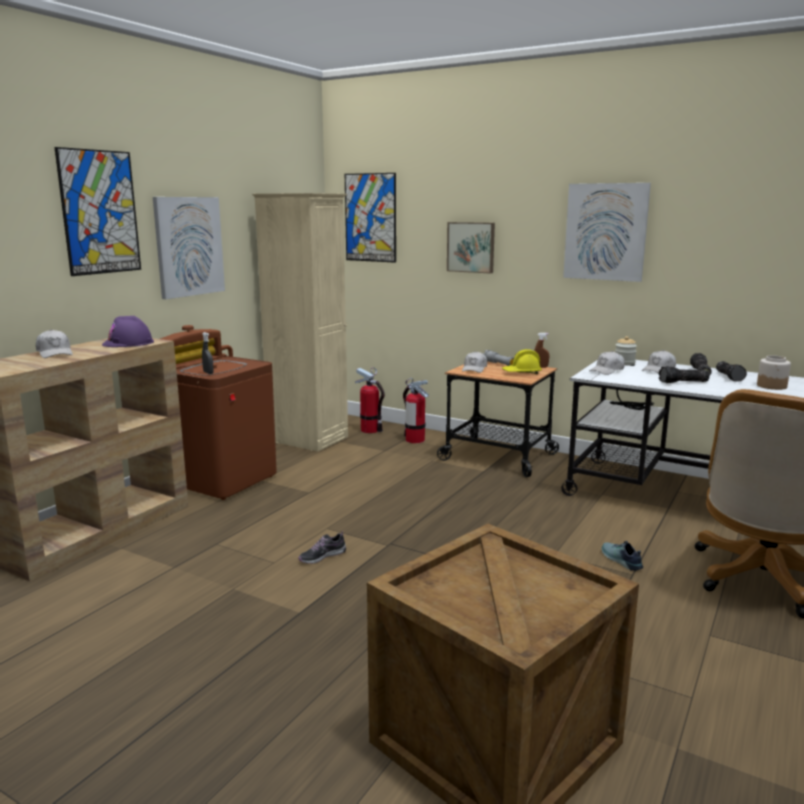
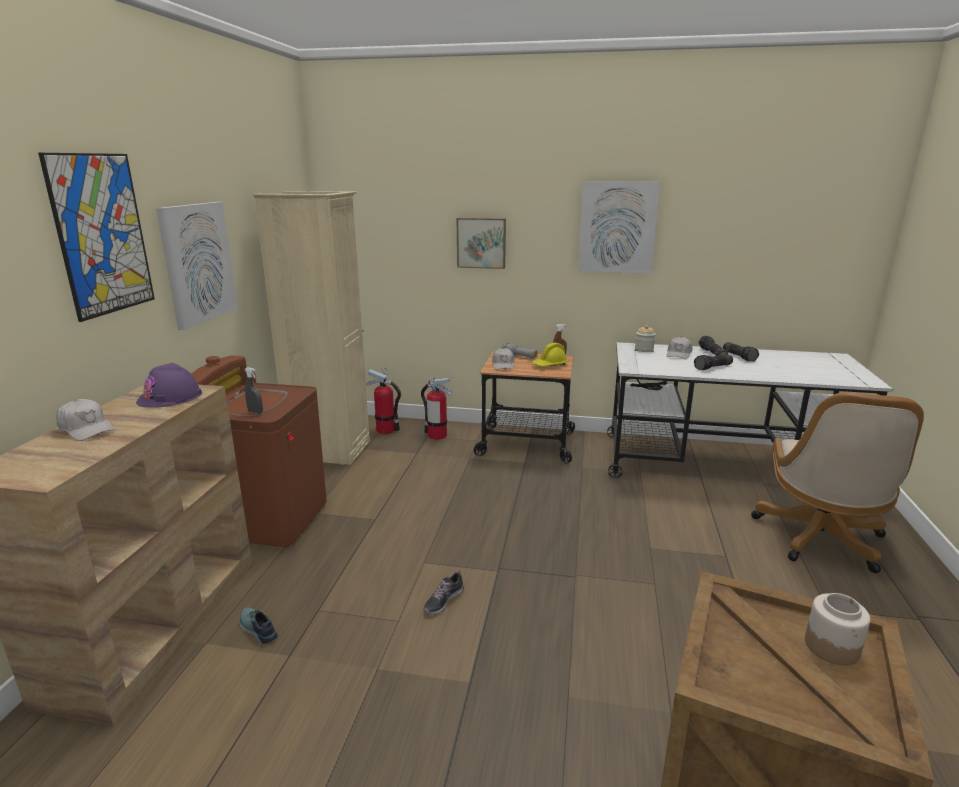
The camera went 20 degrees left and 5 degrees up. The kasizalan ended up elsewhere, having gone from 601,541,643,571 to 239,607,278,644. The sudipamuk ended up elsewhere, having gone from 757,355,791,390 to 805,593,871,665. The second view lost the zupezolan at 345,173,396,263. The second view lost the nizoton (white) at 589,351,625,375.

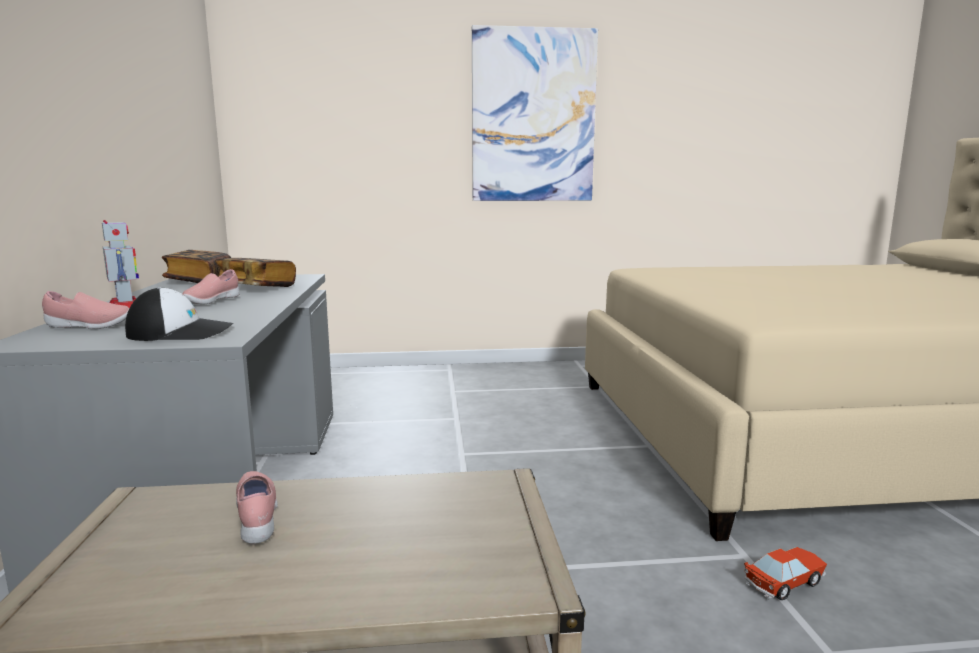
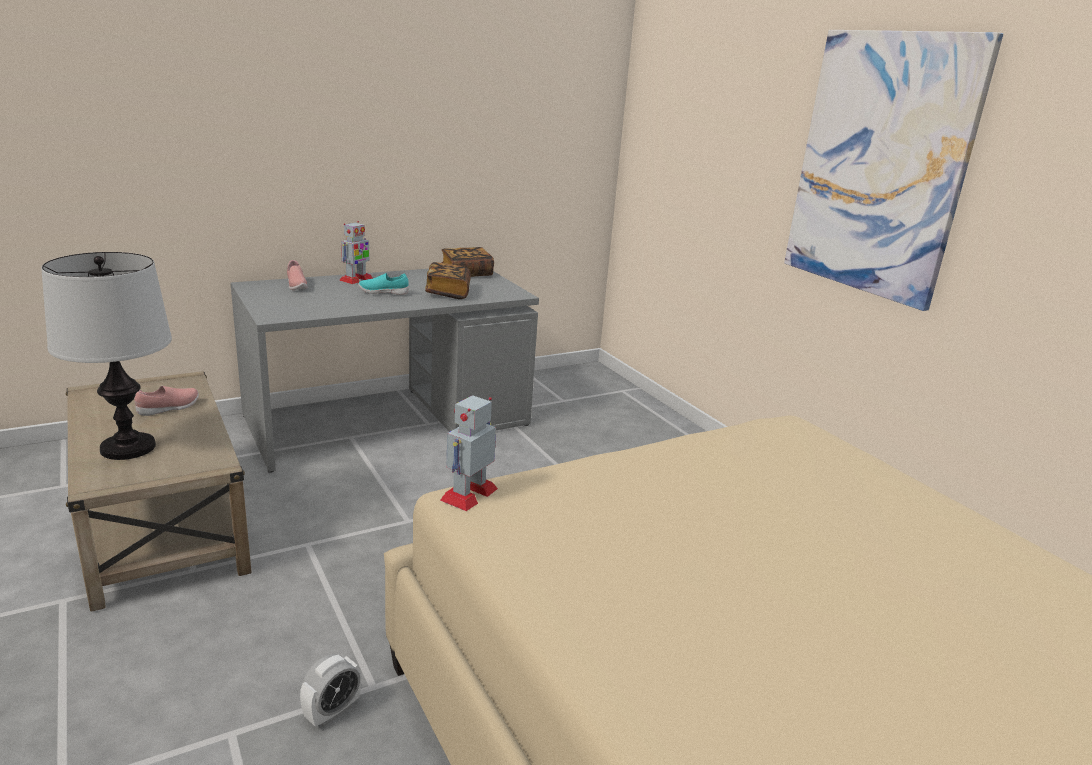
The camera went 65 degrees right and 10 degrees up. The second view gained the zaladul at 41,252,172,460. Where the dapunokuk stood at 744,547,827,600, the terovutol came to stand at 300,654,361,727. What was the kasizalan (pink) at 182,269,239,304 turned into the kasizalan (turquoise) at 358,273,409,295. The second view gained the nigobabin at 440,395,498,511. The second view lost the nizoton at 125,287,233,341.

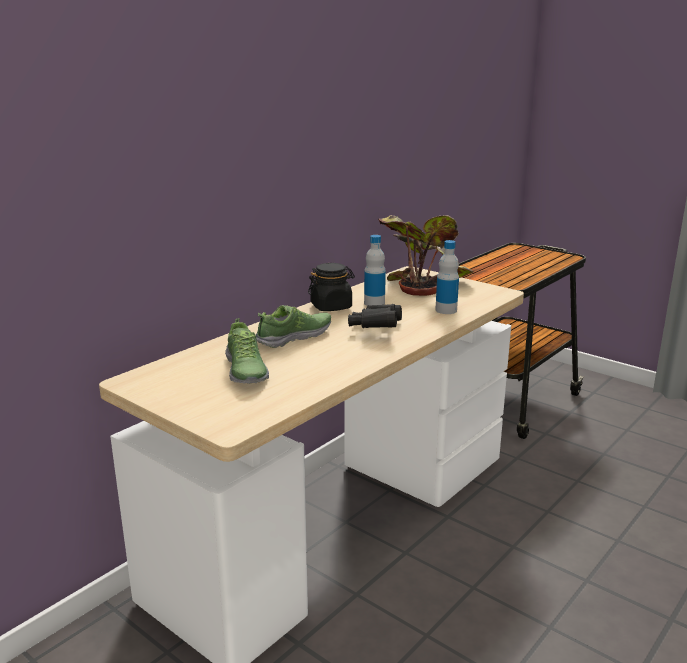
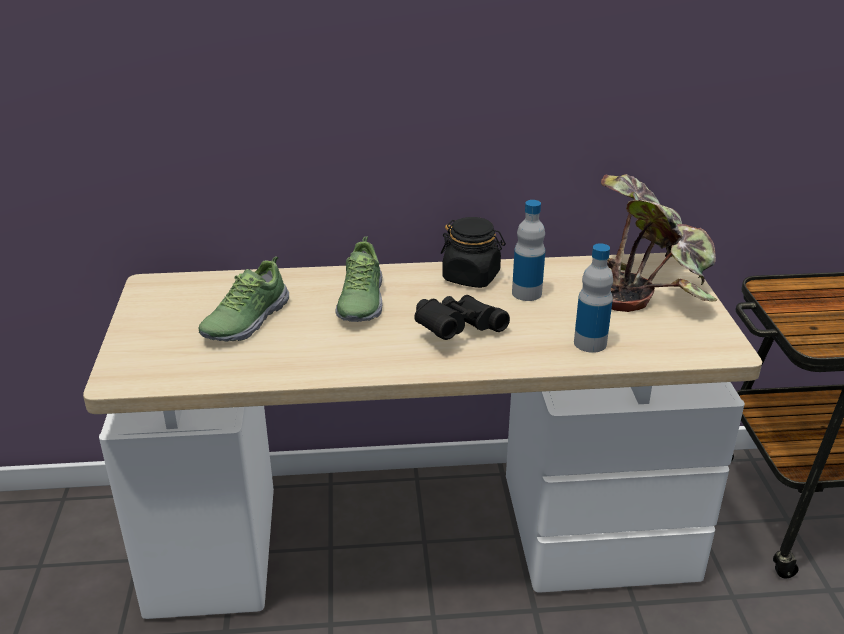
The camera went 45 degrees right and 10 degrees up. The kasizalan at 256,305,331,348 ended up facing another way, 90 degrees clockwise from before.

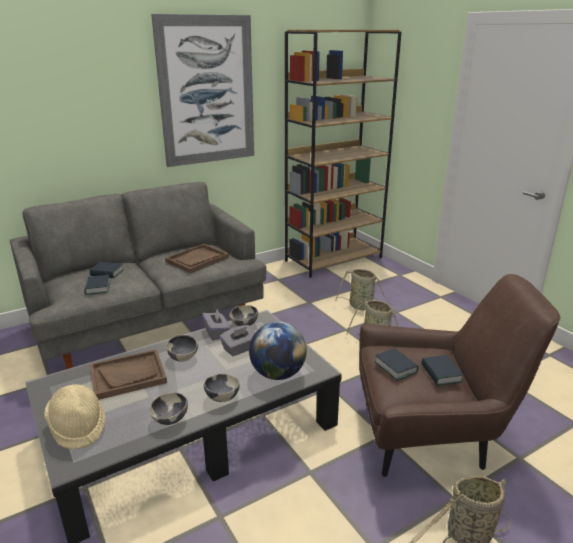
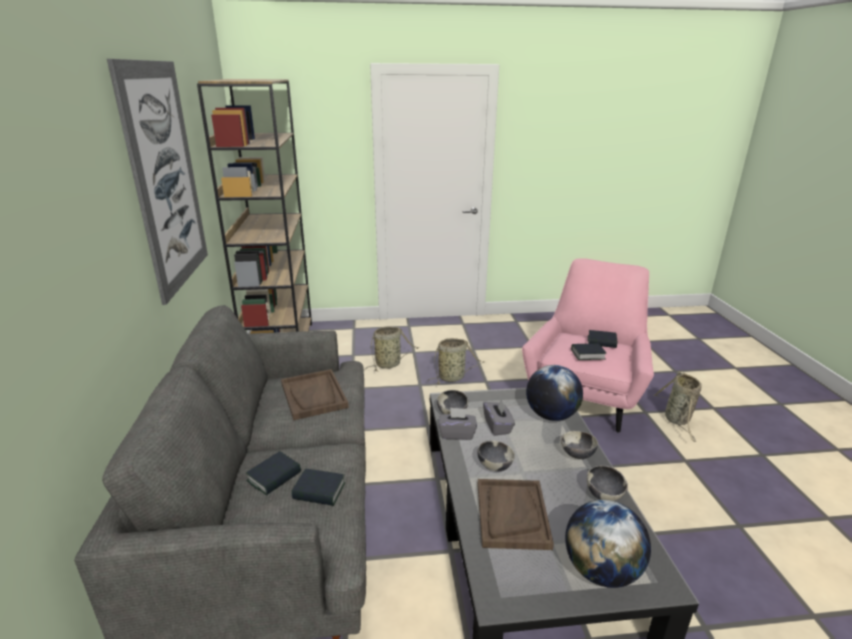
The camera went 65 degrees left and 0 degrees up. What was the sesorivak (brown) at 359,274,560,477 turned into the sesorivak (pink) at 522,258,654,433. Where the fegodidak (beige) stood at 44,384,106,450, the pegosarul came to stand at 565,500,651,588.

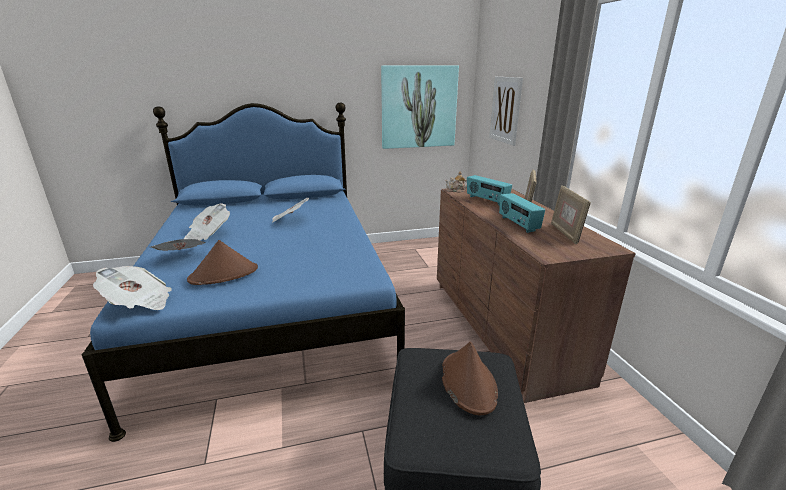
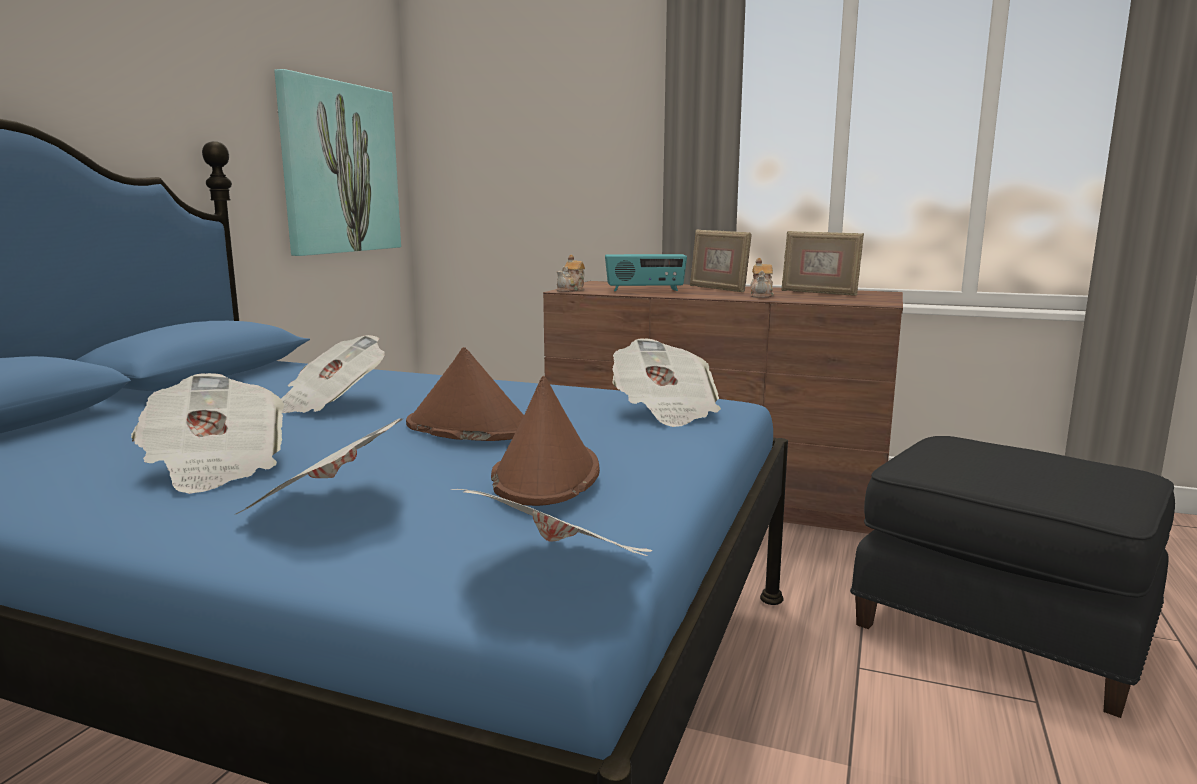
The camera went 55 degrees left and 10 degrees down. The fegodidak (brown) ended up elsewhere, having gone from 442,341,498,416 to 406,347,524,441. The second view gained the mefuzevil at 612,339,721,427. Where the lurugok stood at 499,193,545,233, the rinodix came to stand at 751,258,774,298. The second view lost the zupezolan at 489,77,523,146.

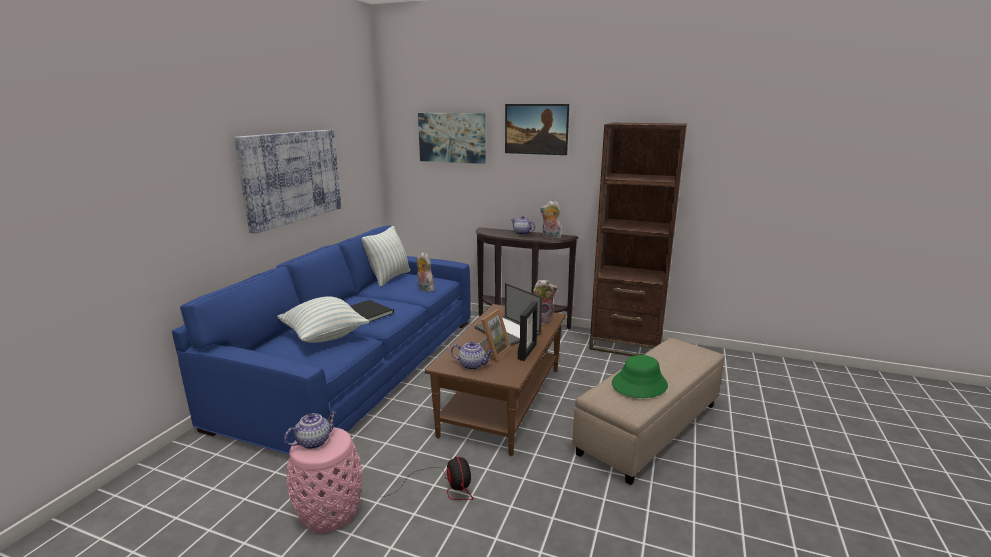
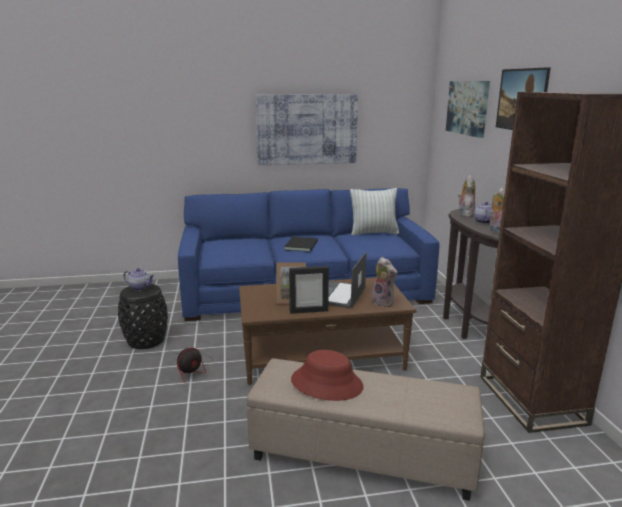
The camera went 60 degrees right and 0 degrees up. What was the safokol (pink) at 287,427,362,533 turned into the safokol (black) at 118,284,168,349. What was the fegodidak (green) at 612,355,668,398 turned into the fegodidak (red) at 291,350,364,401. The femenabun ended up elsewhere, having gone from 417,253,435,292 to 458,175,475,217. The second view lost the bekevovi at 277,297,369,342. The second view lost the rinodix at 451,342,494,370.

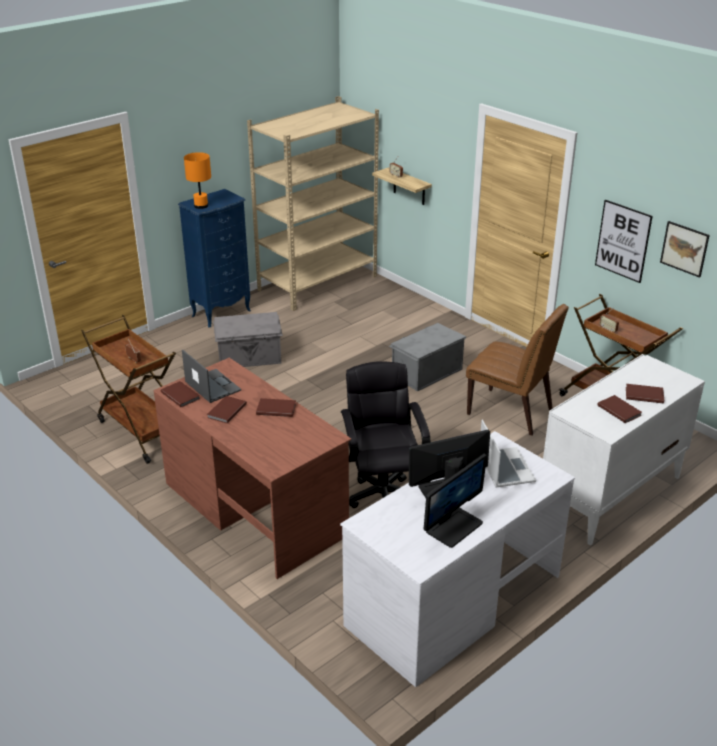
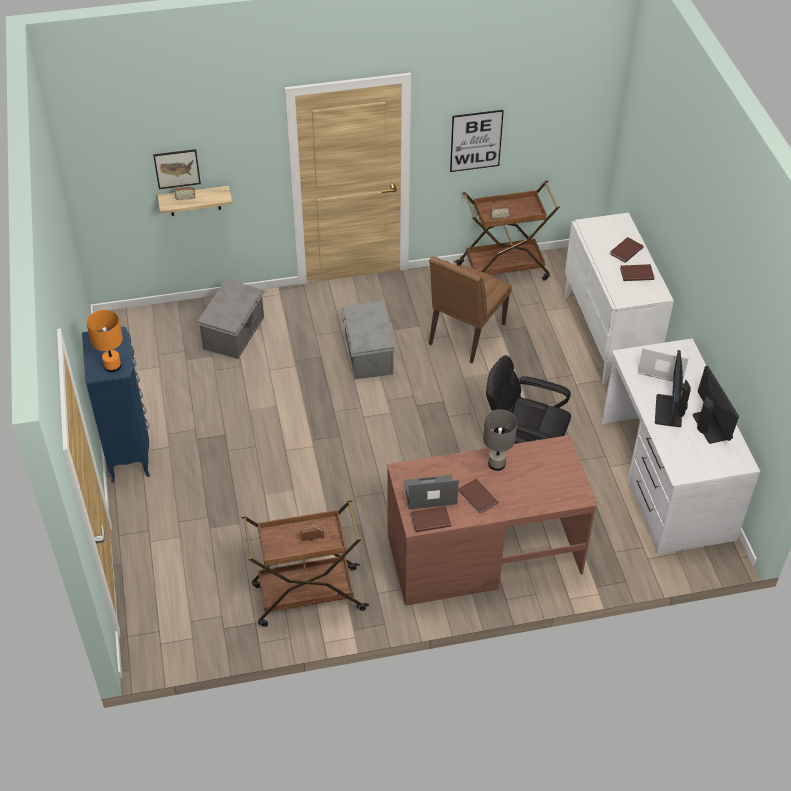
The camera went 60 degrees left and 15 degrees up. The zupezolan ended up elsewhere, having gone from 660,221,710,278 to 153,149,201,189. The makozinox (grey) ended up elsewhere, having gone from 213,312,283,367 to 197,279,265,359. The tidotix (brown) at 466,304,569,436 ended up facing another way, 150 degrees clockwise from before. Where the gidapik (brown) stood at 256,398,296,417, the zaladul (grey) came to stand at 483,409,517,471. The second view lost the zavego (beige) at 247,96,379,311.

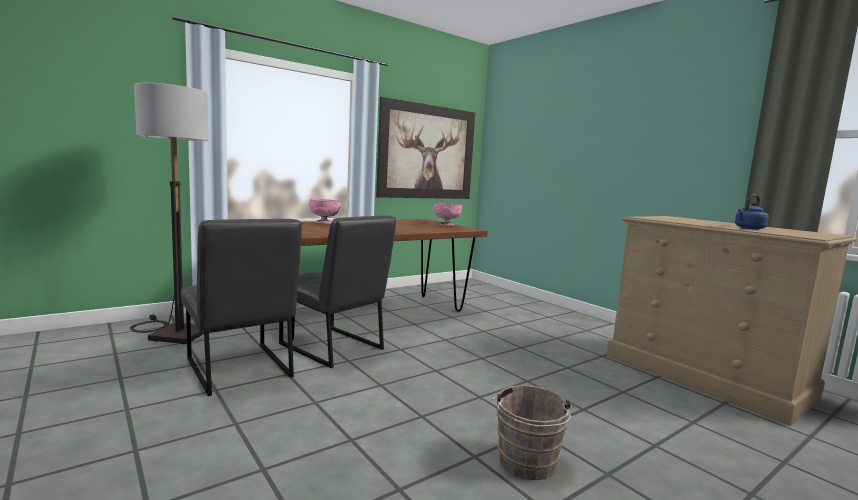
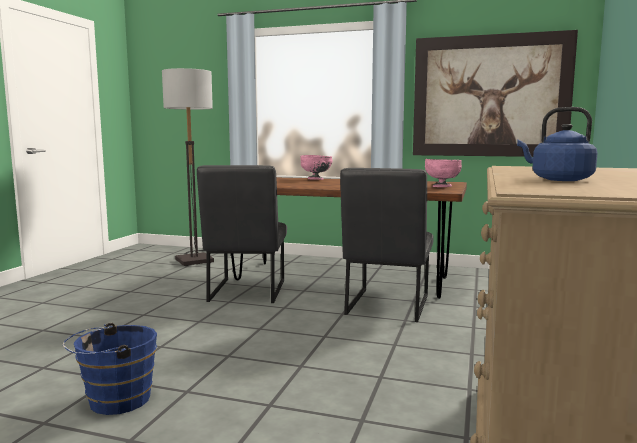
The camera went 55 degrees right and 0 degrees up. What was the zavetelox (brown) at 492,385,574,480 turned into the zavetelox (blue) at 63,323,157,415. The tidotix (grey) ended up elsewhere, having gone from 181,219,302,396 to 340,168,434,322.

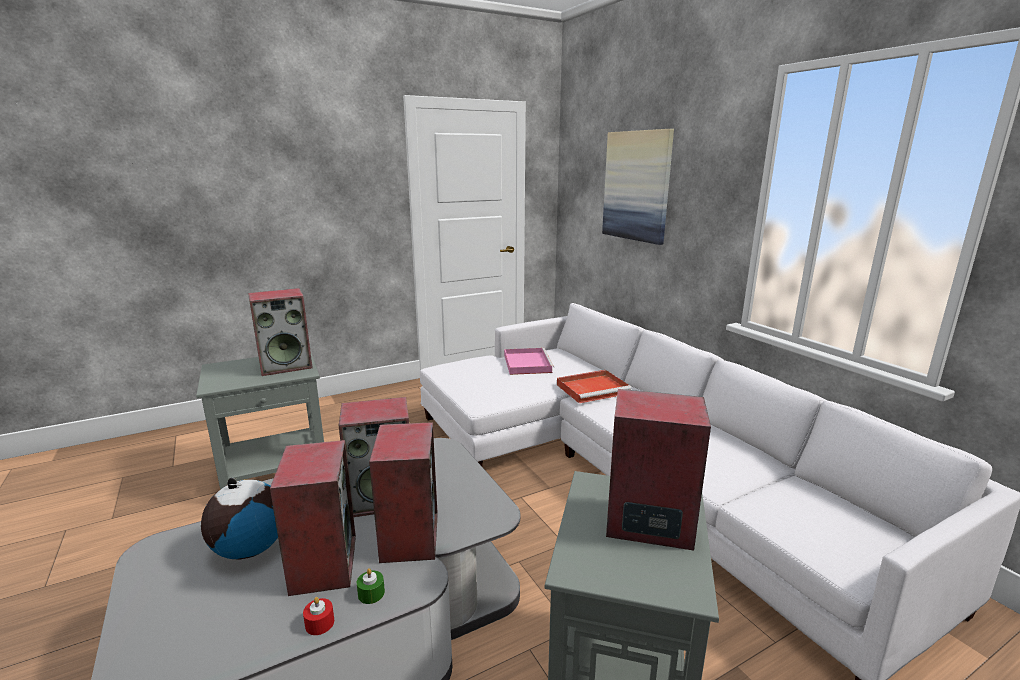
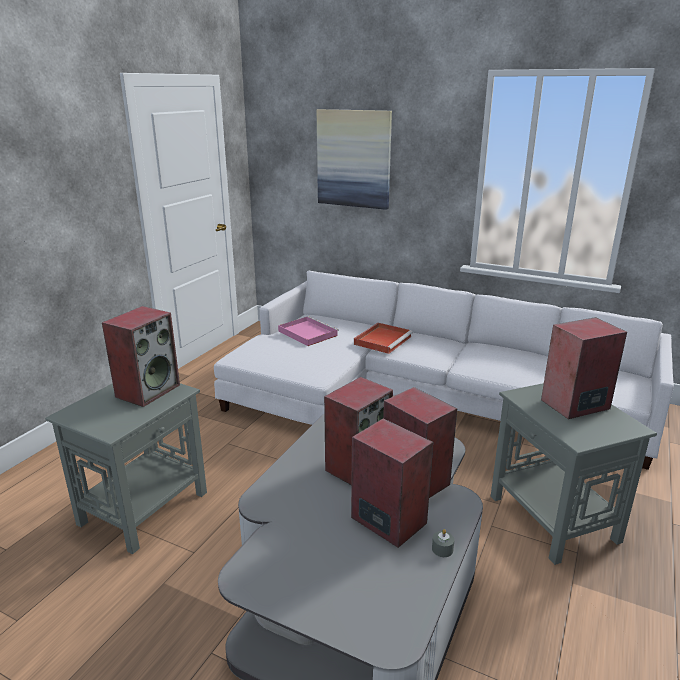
The camera went 35 degrees left and 5 degrees up. What was the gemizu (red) at 303,597,334,635 turned into the gemizu (grey) at 432,529,454,557. The second view lost the pegosarul at 201,478,278,560. The second view lost the gemizu (green) at 357,568,385,604.

